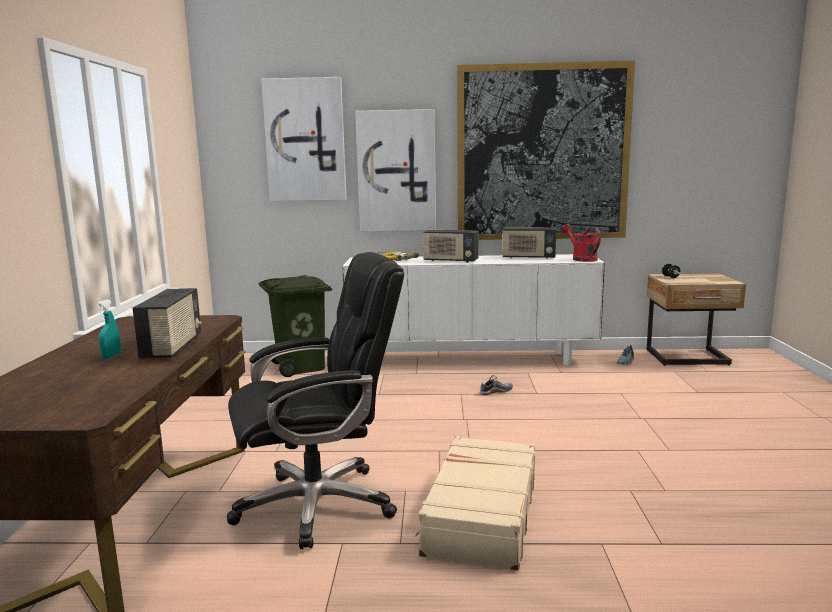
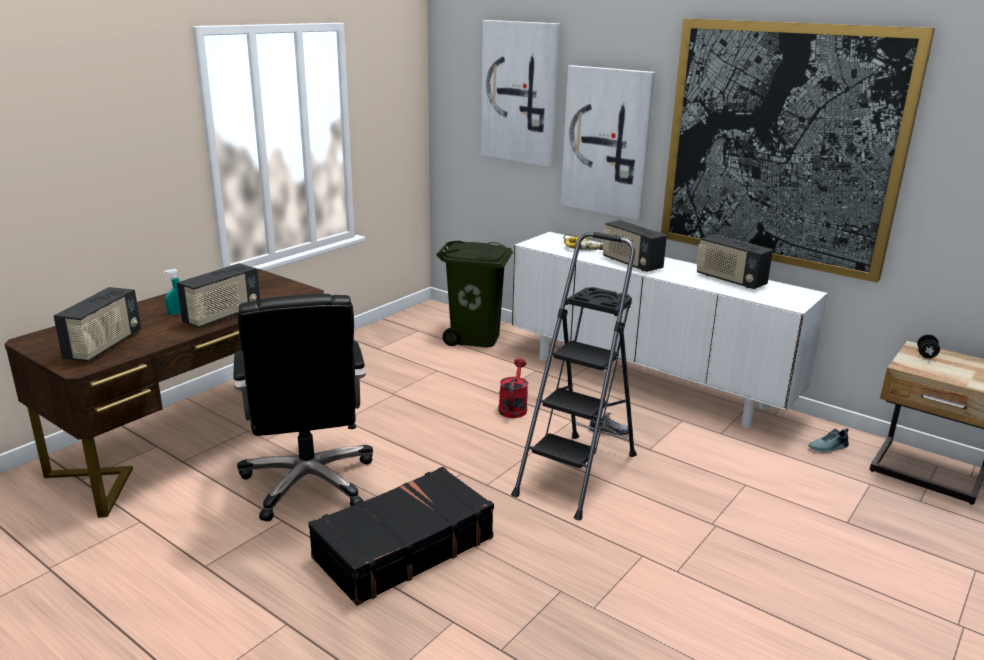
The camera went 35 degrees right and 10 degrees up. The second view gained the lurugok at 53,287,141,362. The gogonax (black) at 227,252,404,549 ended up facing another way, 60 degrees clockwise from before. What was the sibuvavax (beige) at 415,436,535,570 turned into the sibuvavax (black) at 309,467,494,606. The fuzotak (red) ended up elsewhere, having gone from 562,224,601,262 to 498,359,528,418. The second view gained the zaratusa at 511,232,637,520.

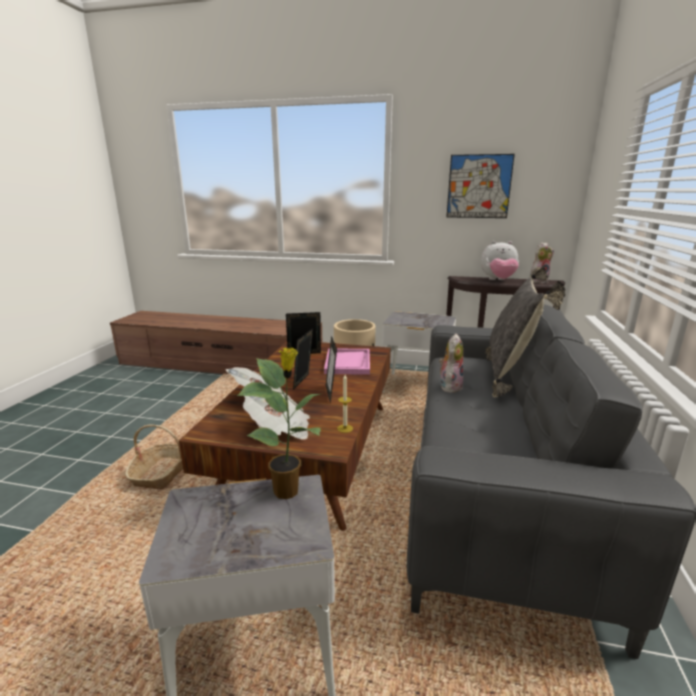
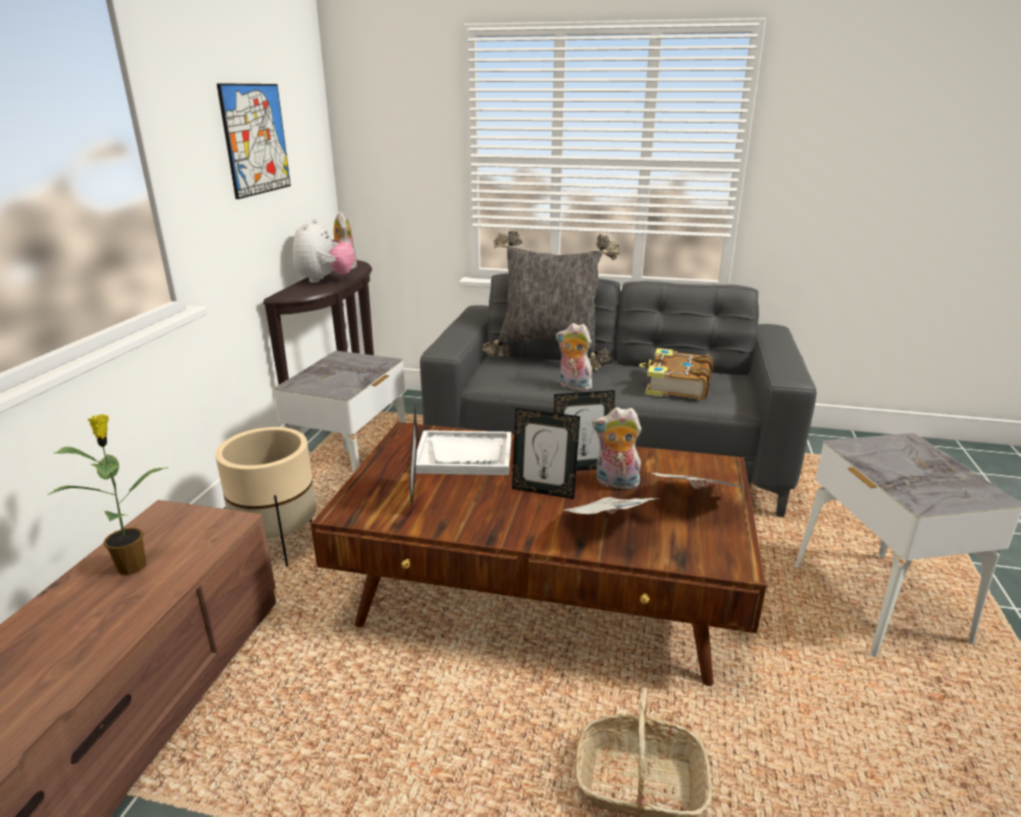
The camera went 90 degrees left and 5 degrees up. The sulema ended up elsewhere, having gone from 237,348,321,499 to 47,414,168,575. What was the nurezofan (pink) at 324,348,370,375 turned into the nurezofan (white) at 415,430,511,475. The second view gained the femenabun at 592,407,643,489. The second view gained the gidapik at 639,348,713,400. The second view lost the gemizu at 337,375,353,433.

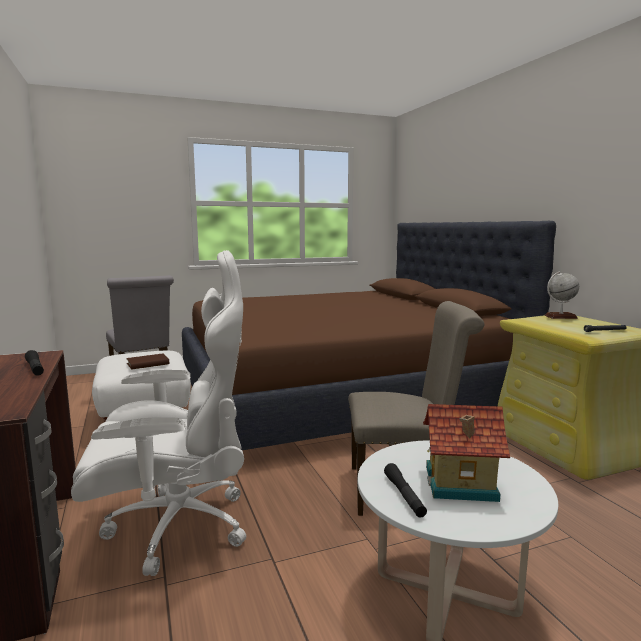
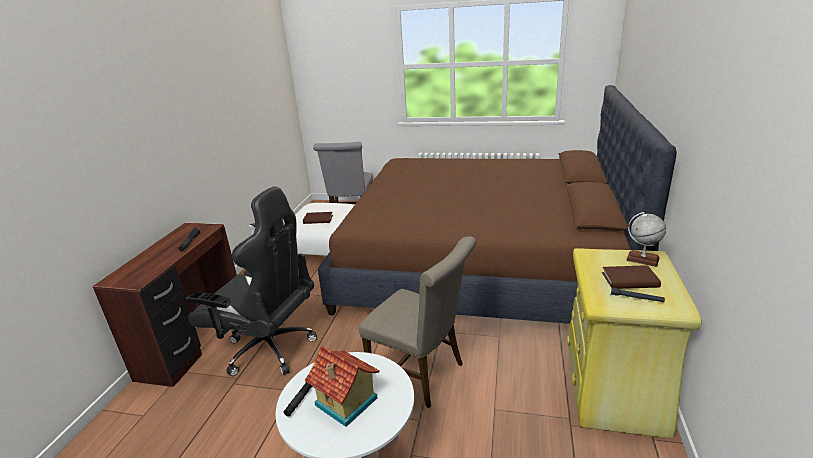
The camera went 35 degrees right and 15 degrees up. What was the gogonax (white) at 71,250,246,576 turned into the gogonax (black) at 186,186,317,376. The second view gained the gidapik (brown) at 602,265,661,289.

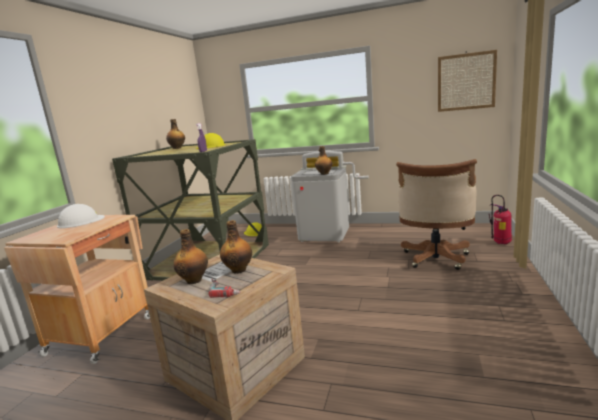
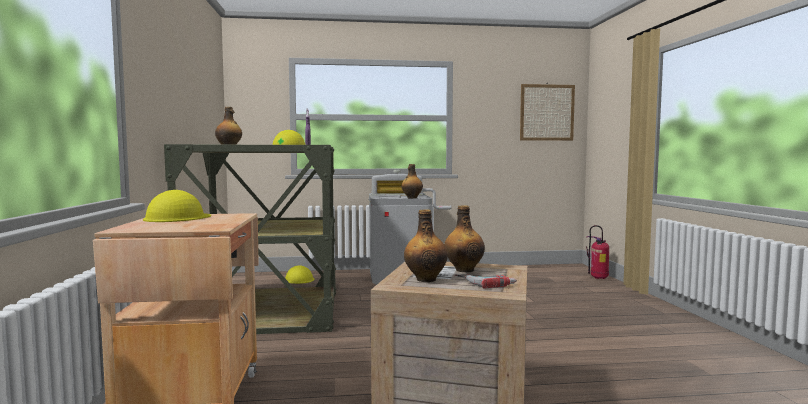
The camera went 25 degrees left and 10 degrees down. What was the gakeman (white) at 57,204,105,228 turned into the gakeman (yellow) at 143,190,211,222. The second view lost the gogonax at 396,159,477,270.

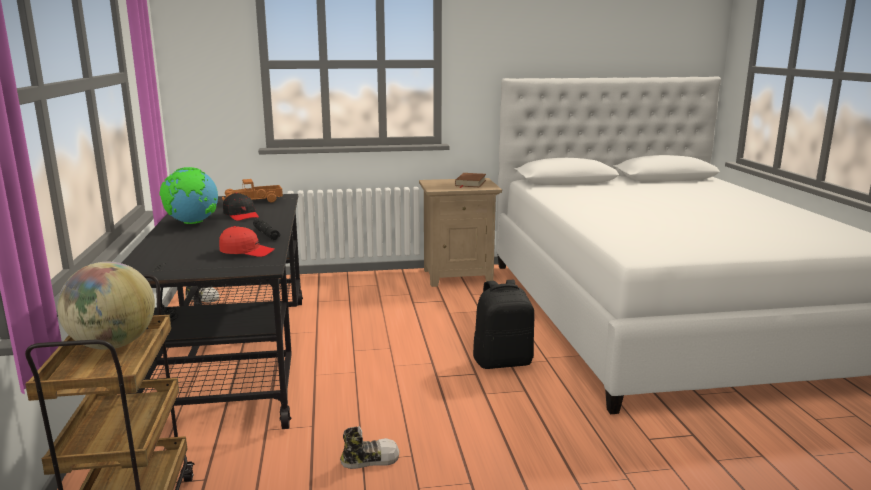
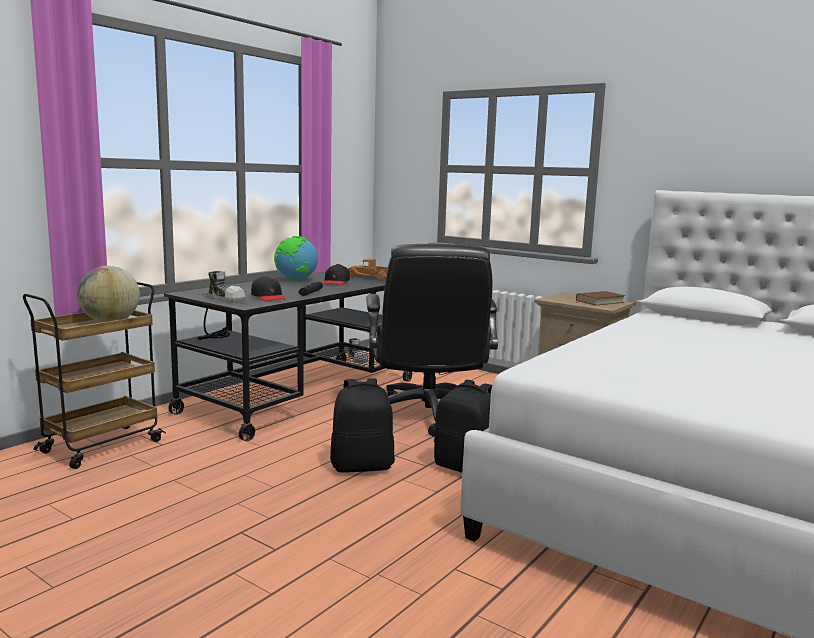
The camera went 45 degrees right and 5 degrees down. The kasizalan ended up elsewhere, having gone from 340,426,399,469 to 208,271,246,302. What was the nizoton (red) at 219,226,275,257 turned into the nizoton (black) at 251,276,286,301. The second view gained the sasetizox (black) at 330,378,395,473. The second view gained the gogonax (black) at 366,244,498,437.

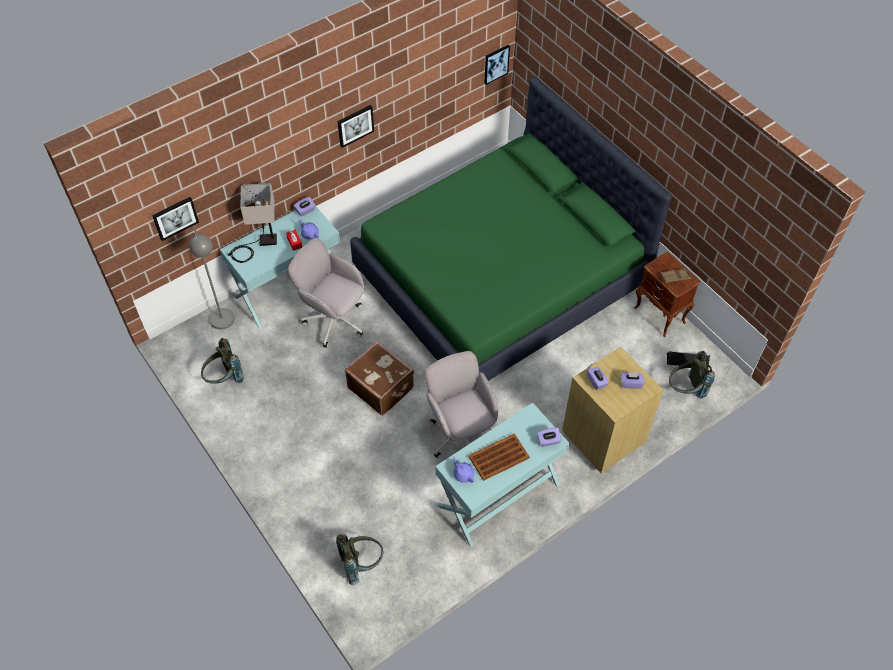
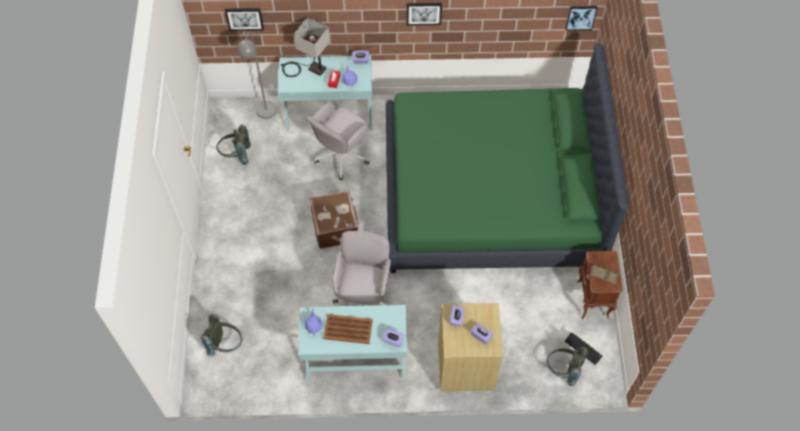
The camera went 35 degrees right and 5 degrees up. The gogonax (grey) at 288,238,364,348 ended up facing another way, 120 degrees counterclockwise from before.

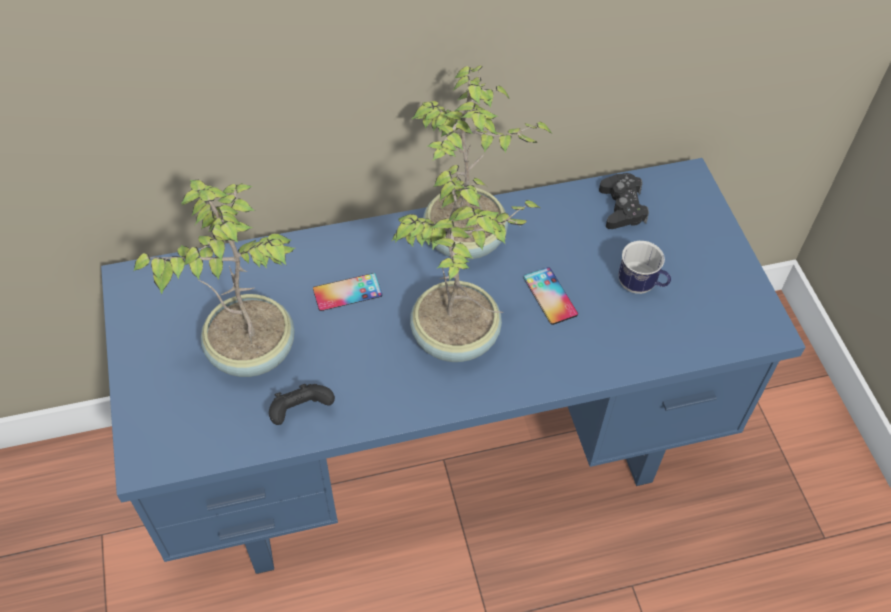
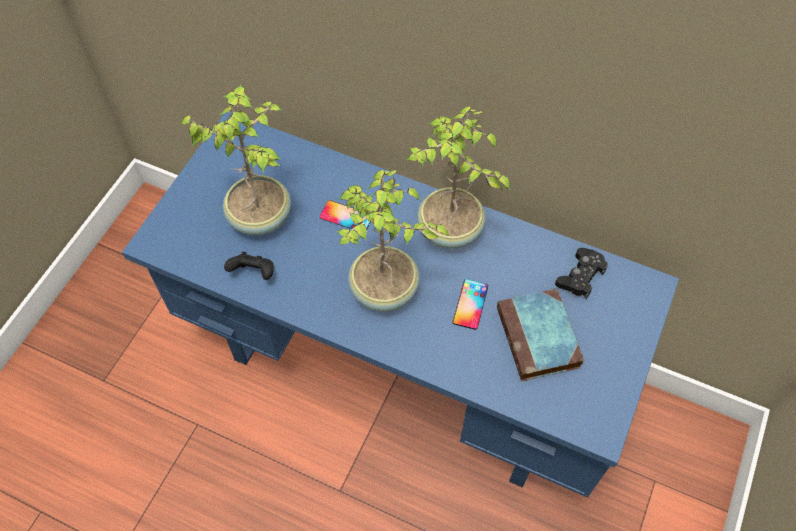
The camera went 40 degrees right and 5 degrees up. Where the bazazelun stood at 618,241,671,294, the gidapik came to stand at 497,289,584,381.

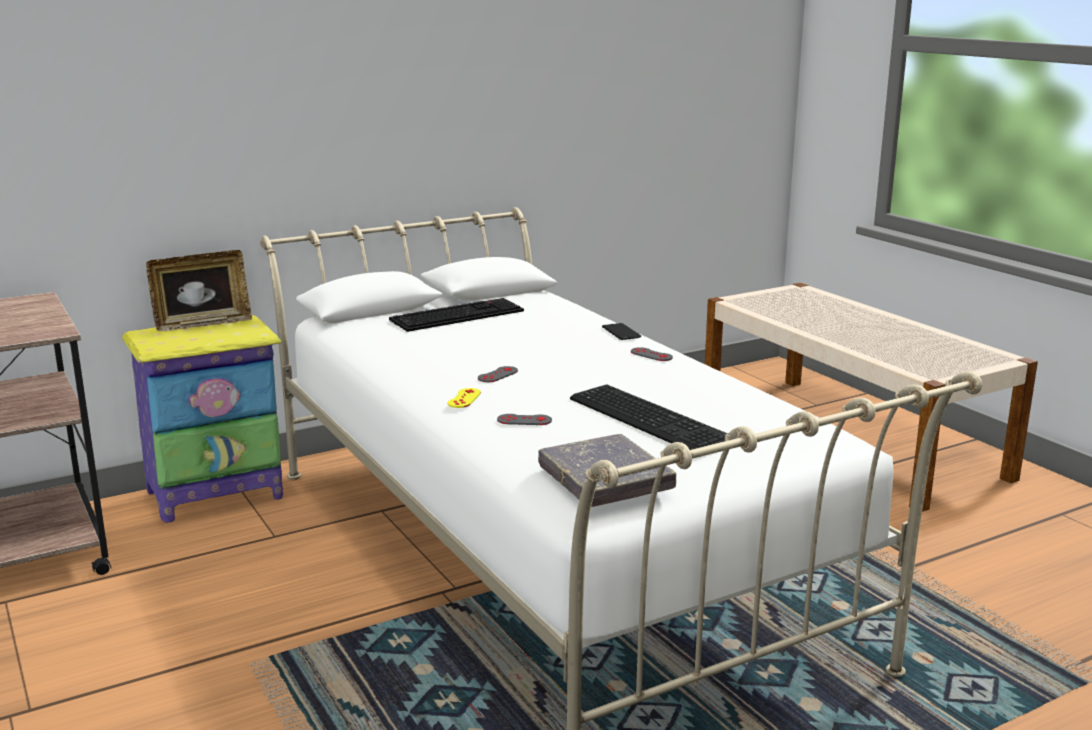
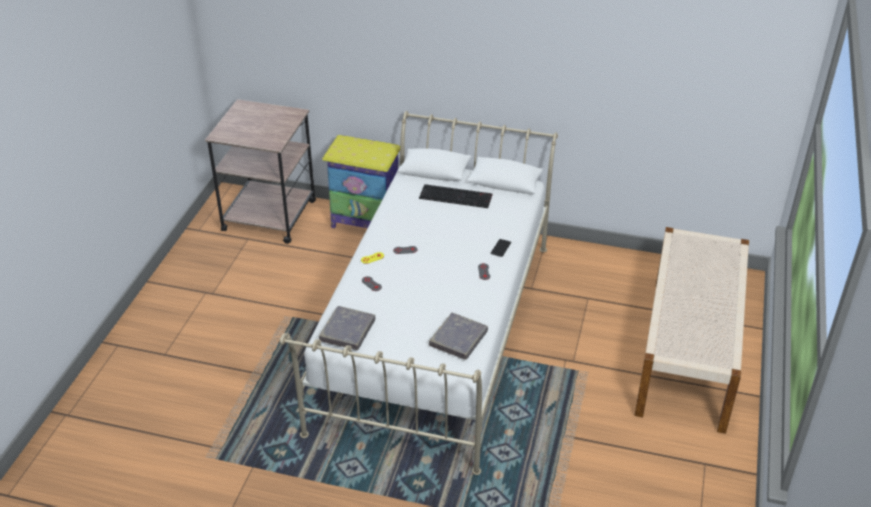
The camera went 45 degrees right and 20 degrees up. The second view gained the gidapik (grey) at 429,313,488,360. The second view lost the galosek at 146,250,252,331. The second view lost the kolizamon at 570,384,728,450.

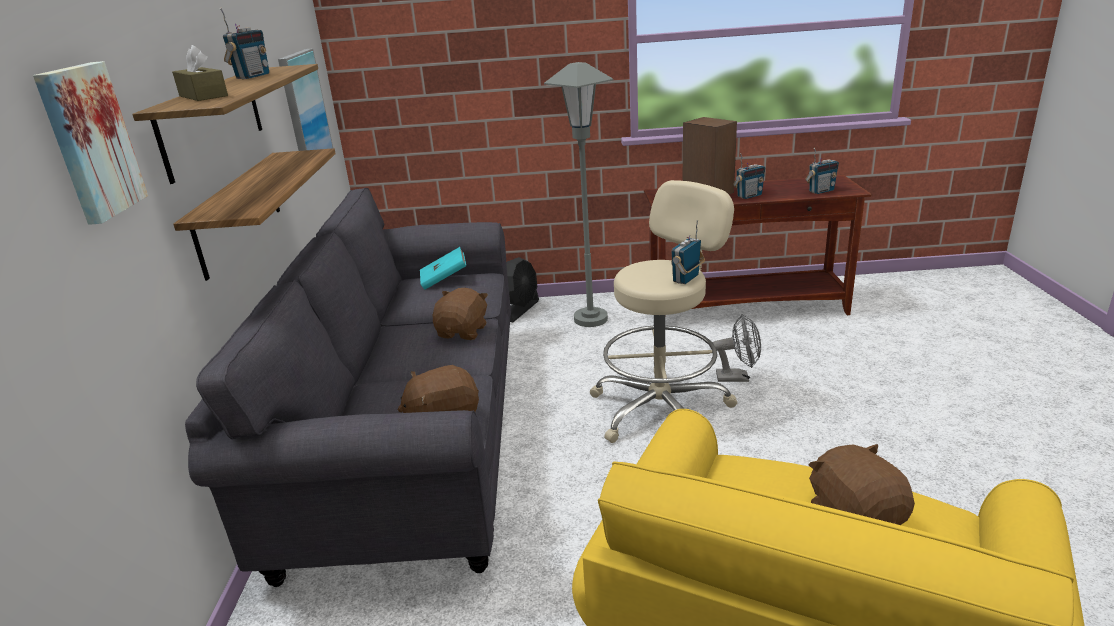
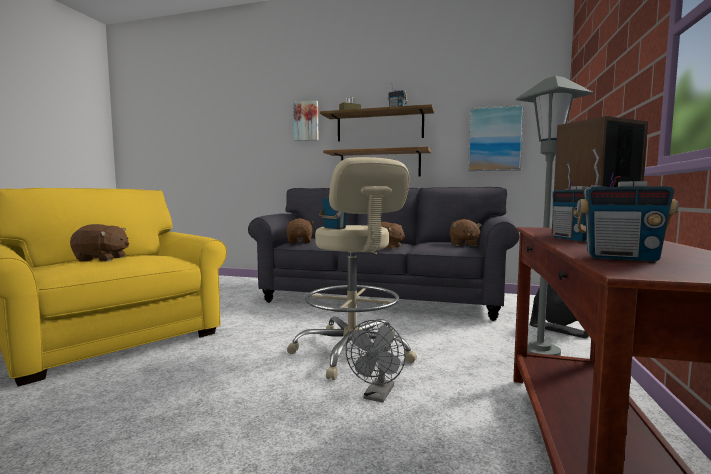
The camera went 105 degrees right and 20 degrees down. Where the gidapik (turquoise) stood at 420,247,466,290, the femenabun (brown) came to stand at 450,219,482,246. The lurugok at 805,148,839,194 ended up facing another way, 60 degrees counterclockwise from before.

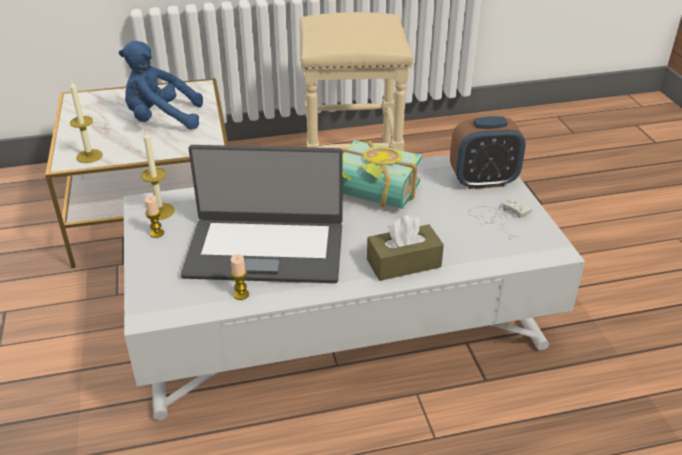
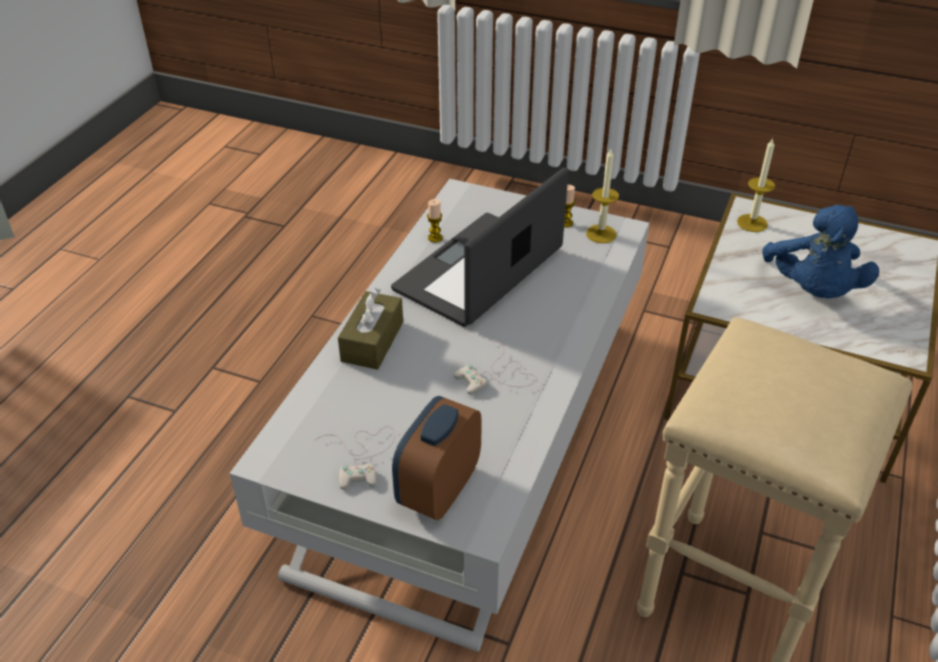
The camera went 125 degrees right and 5 degrees up. Where the gidapik stood at 342,140,422,209, the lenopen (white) came to stand at 454,340,537,395. The femenabun (blue) at 118,41,203,130 ended up facing another way, 150 degrees clockwise from before.

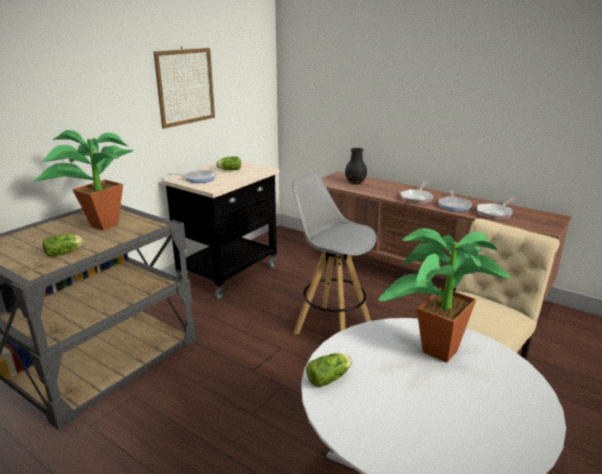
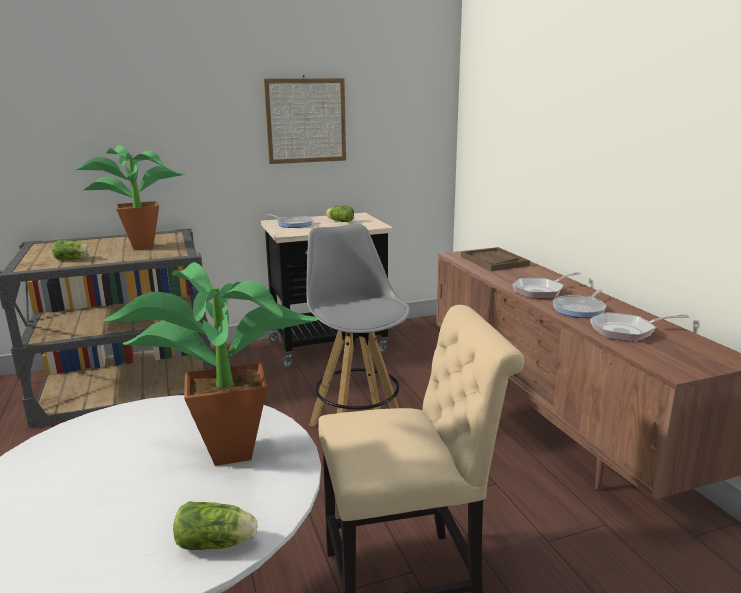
The camera went 35 degrees right and 5 degrees down. The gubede ended up elsewhere, having gone from 306,353,352,387 to 173,501,257,550. Where the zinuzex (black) stood at 345,148,367,184, the nurezofan (brown) came to stand at 461,247,530,271.

